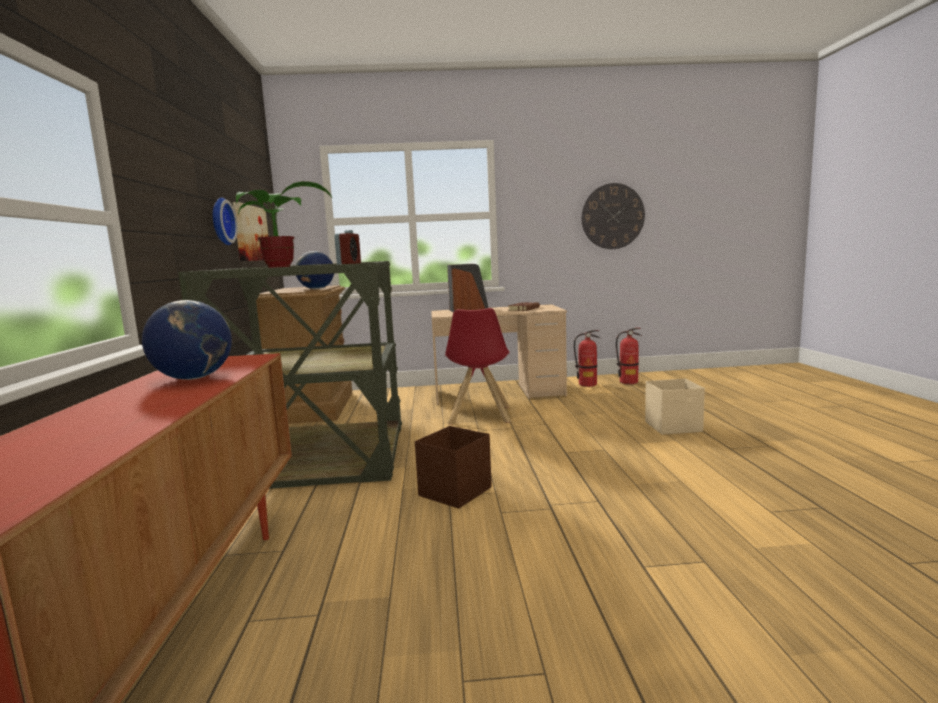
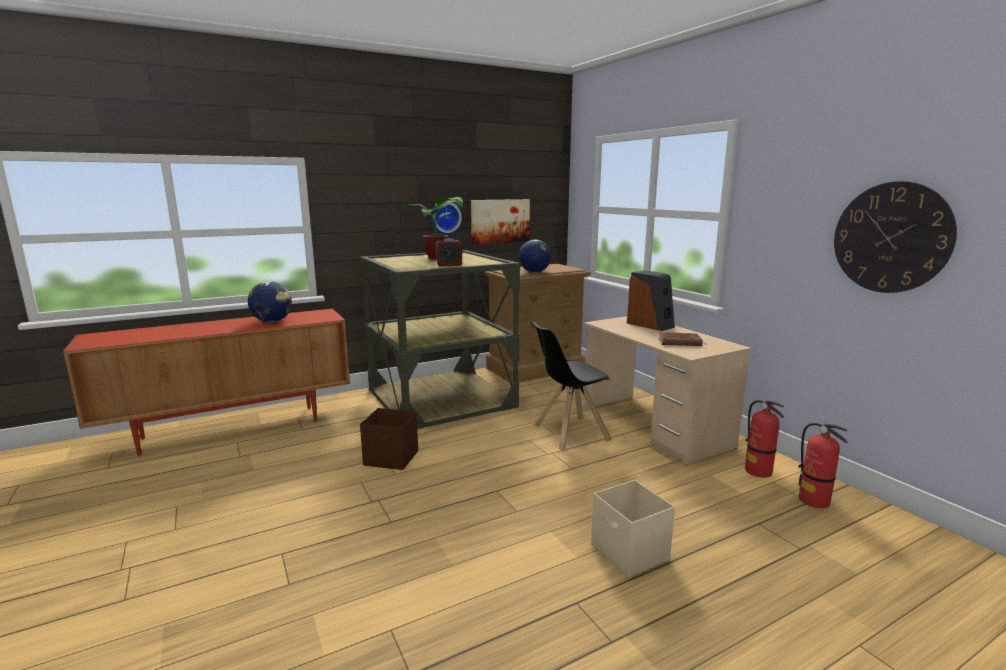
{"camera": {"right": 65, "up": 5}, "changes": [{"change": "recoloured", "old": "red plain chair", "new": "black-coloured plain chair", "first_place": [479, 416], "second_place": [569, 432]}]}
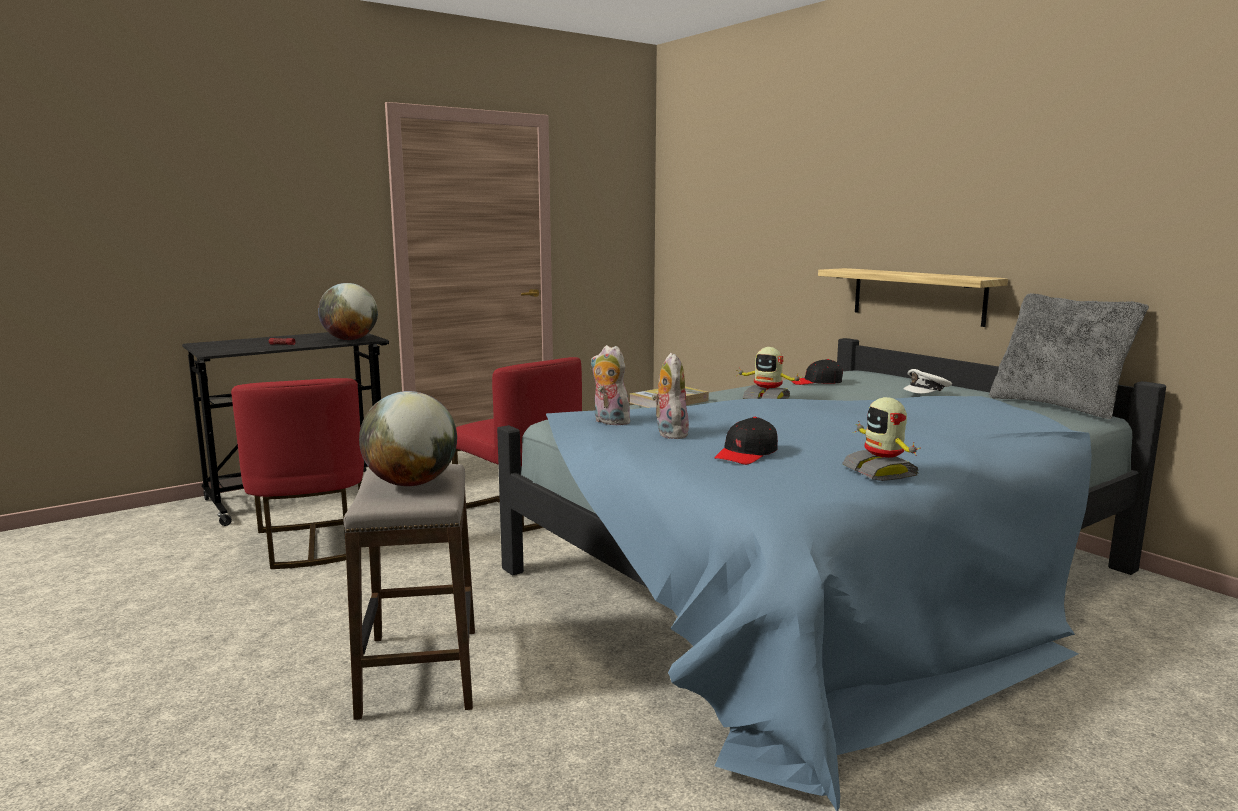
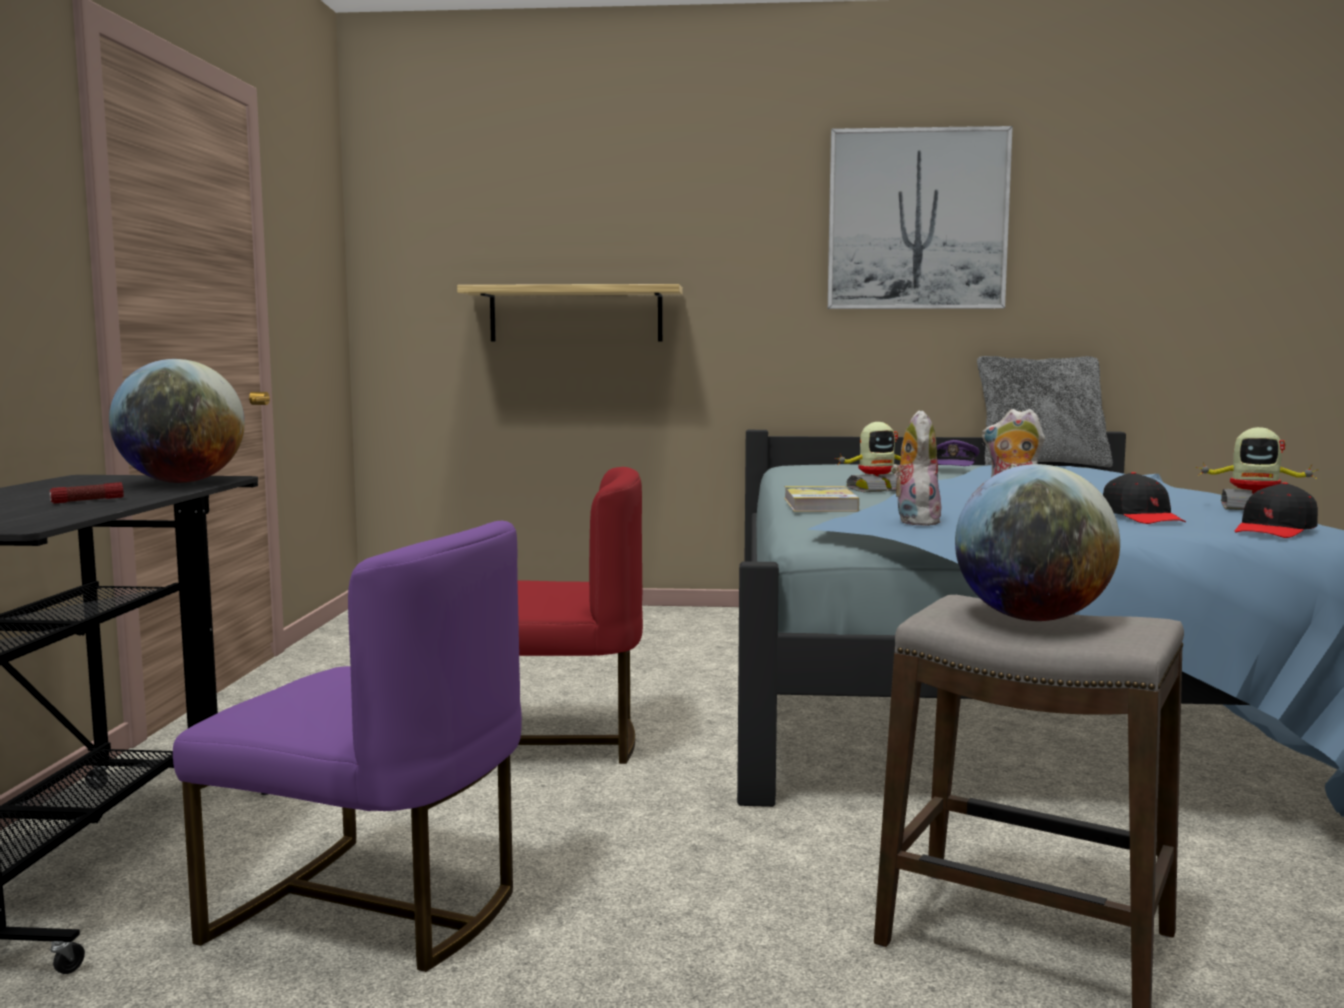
{"camera": {"right": -50, "up": -5}, "changes": [{"change": "moved", "old": "bracket shelf", "first_place": [917, 296], "second_place": [576, 314]}, {"change": "turned", "old": "cuddly toy", "first_place": [609, 422], "second_place": [914, 521], "degrees": 105}, {"change": "moved", "old": "black-coloured peaked cap", "first_place": [816, 382], "second_place": [1275, 530]}, {"change": "recoloured", "old": "whitish peaked cap", "new": "purplish peaked cap", "first_place": [927, 390], "second_place": [955, 463]}, {"change": "recoloured", "old": "red plain chair", "new": "purplish plain chair", "first_place": [311, 544], "second_place": [372, 909]}, {"change": "added", "new": "picture", "second_place": [917, 219]}]}
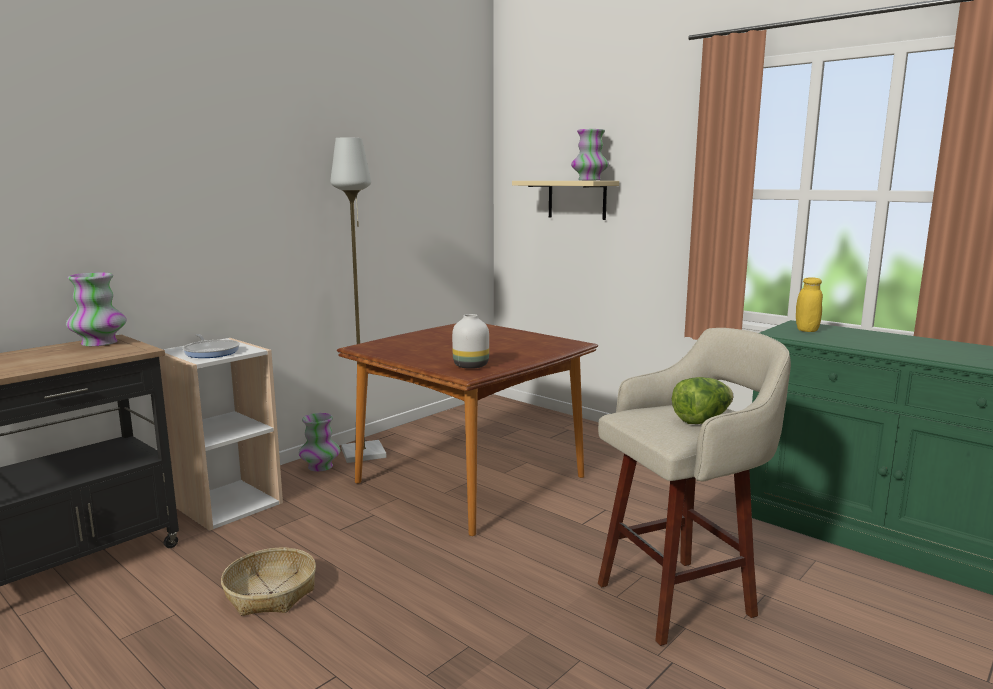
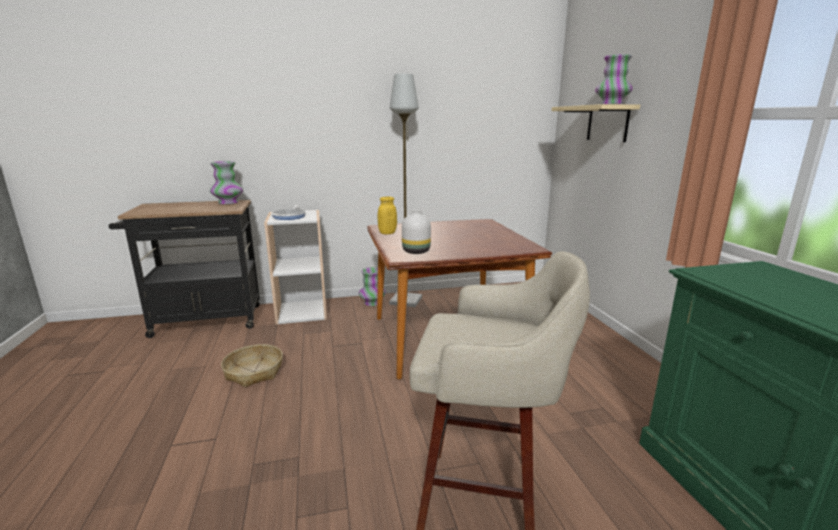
{"camera": {"right": 35, "up": 5}, "changes": [{"change": "moved", "old": "yellow preserve jar", "first_place": [806, 330], "second_place": [387, 233]}, {"change": "removed", "old": "lettuce head", "first_place": [702, 420]}]}
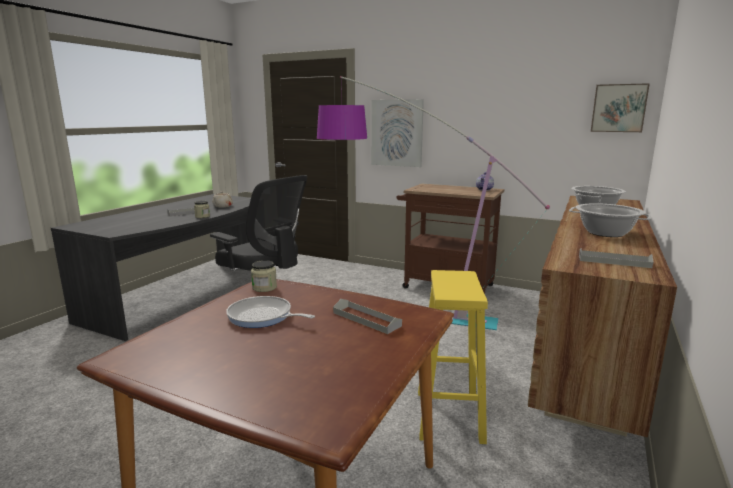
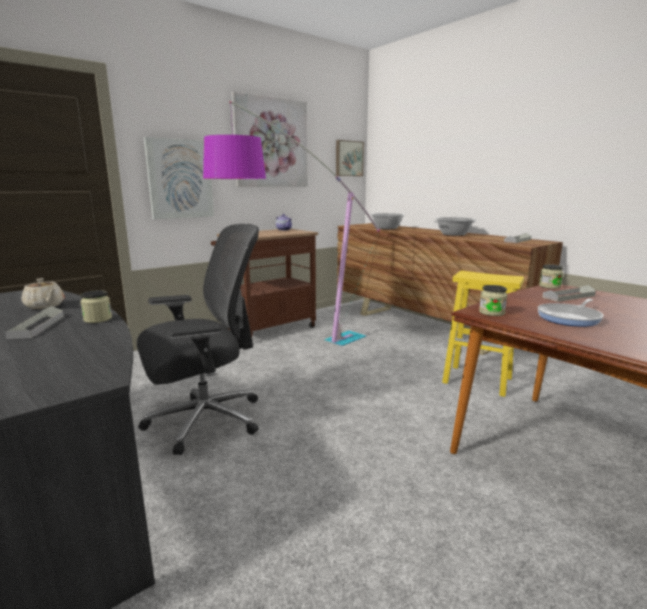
{"camera": {"right": -65, "up": 0}, "changes": [{"change": "added", "new": "picture", "second_place": [271, 143]}, {"change": "added", "new": "preserve jar", "second_place": [549, 286]}]}
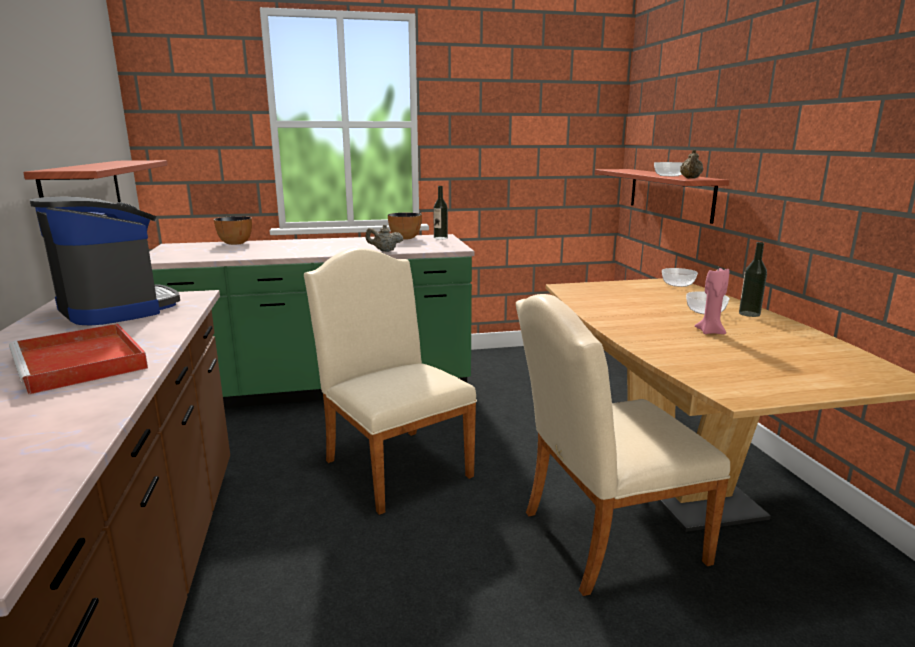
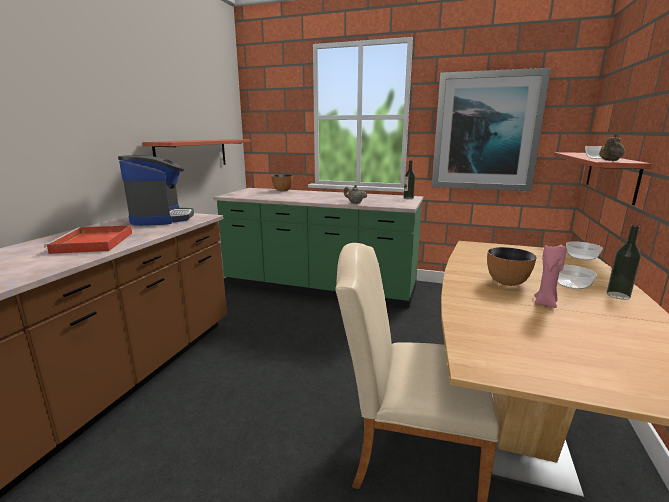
{"camera": {"right": 30, "up": 0}, "changes": [{"change": "moved", "old": "deep dish", "first_place": [405, 238], "second_place": [507, 282]}, {"change": "removed", "old": "beige-coloured plain chair", "first_place": [393, 463]}, {"change": "added", "new": "picture", "second_place": [485, 132]}]}
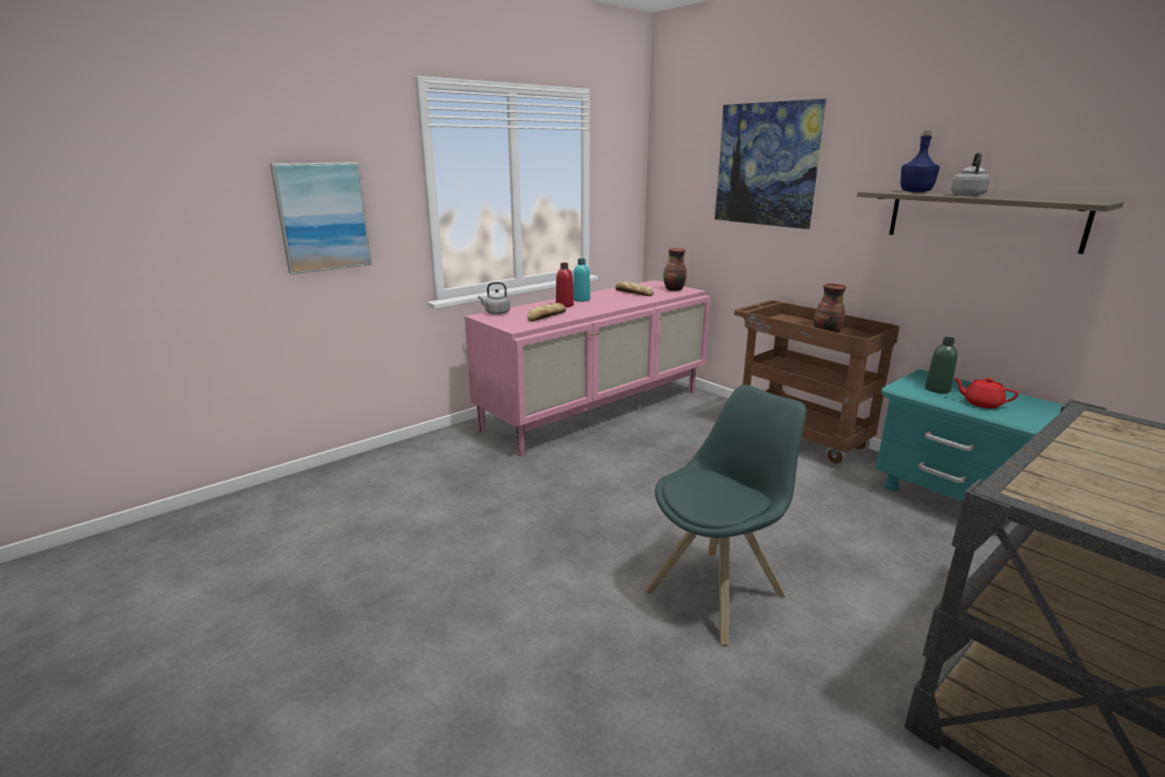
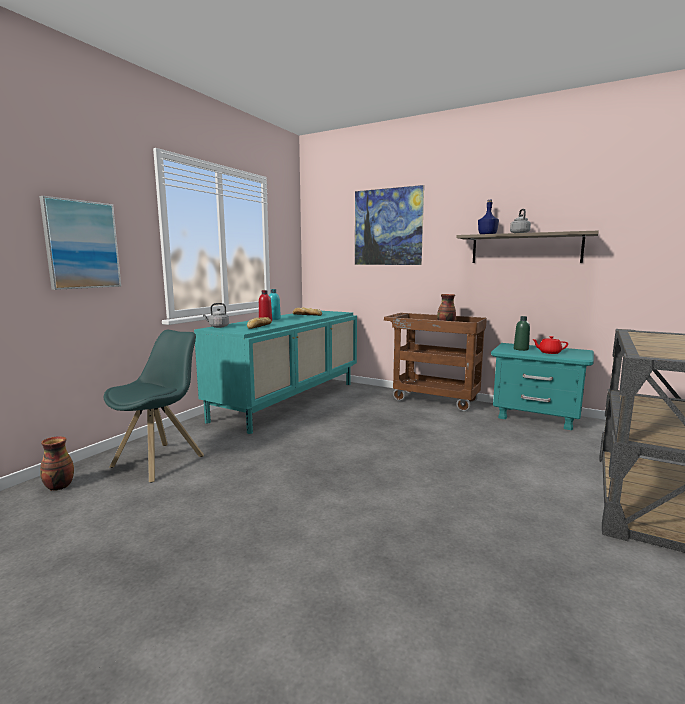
{"camera": {"right": -20, "up": -10}, "changes": [{"change": "moved", "old": "flower vase", "first_place": [673, 289], "second_place": [58, 486]}, {"change": "recoloured", "old": "pink cupboard", "new": "turquoise cupboard", "first_place": [596, 410], "second_place": [289, 401]}, {"change": "moved", "old": "turquoise plain chair", "first_place": [717, 593], "second_place": [159, 461]}]}
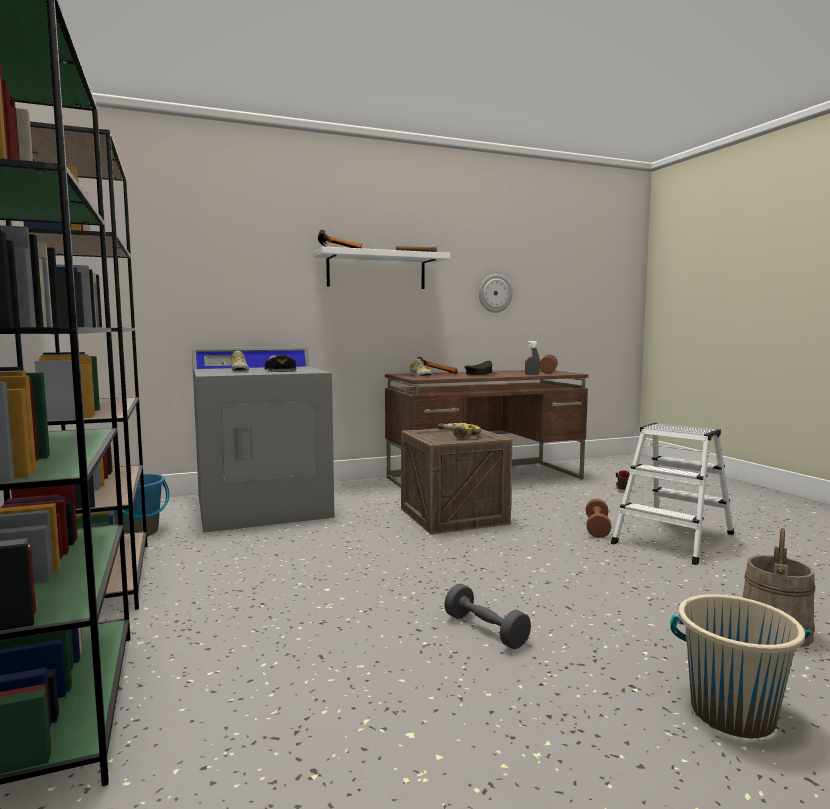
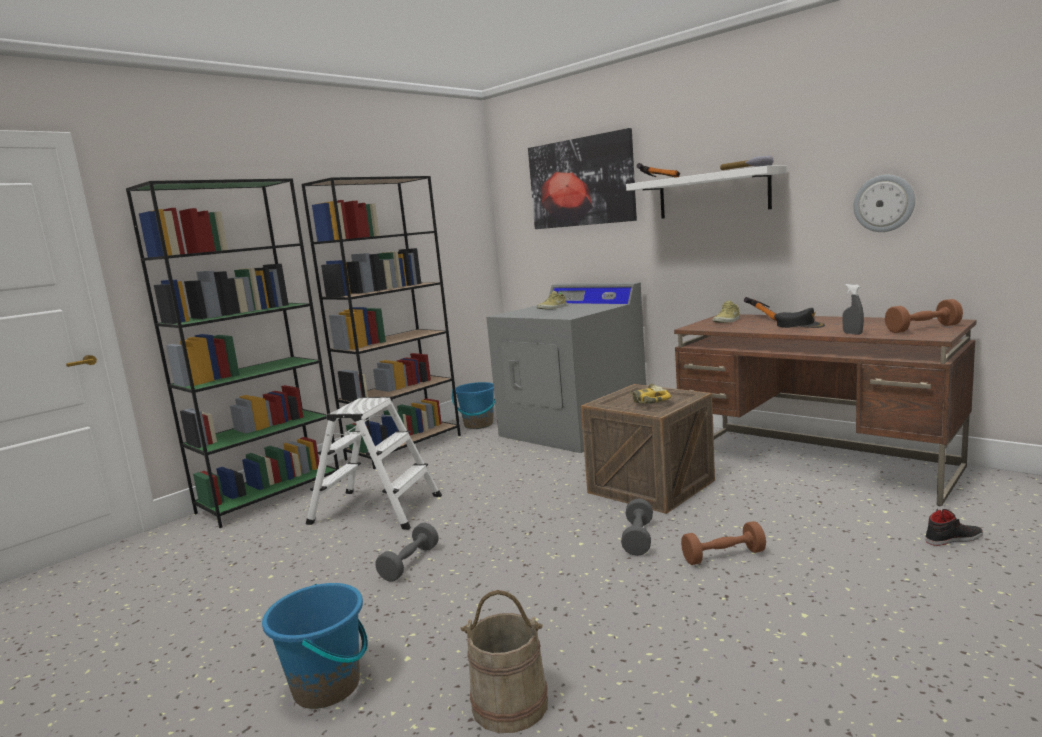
{"camera": {"right": 65, "up": 5}, "changes": [{"change": "removed", "old": "black-coloured peaked cap", "first_place": [281, 370]}, {"change": "moved", "old": "whitish step stool", "first_place": [674, 538], "second_place": [375, 509]}, {"change": "recoloured", "old": "beige-coloured bucket", "new": "bluish bucket", "first_place": [732, 714], "second_place": [327, 686]}, {"change": "added", "new": "picture", "second_place": [581, 182]}, {"change": "added", "new": "grey free weight", "second_place": [638, 538]}]}
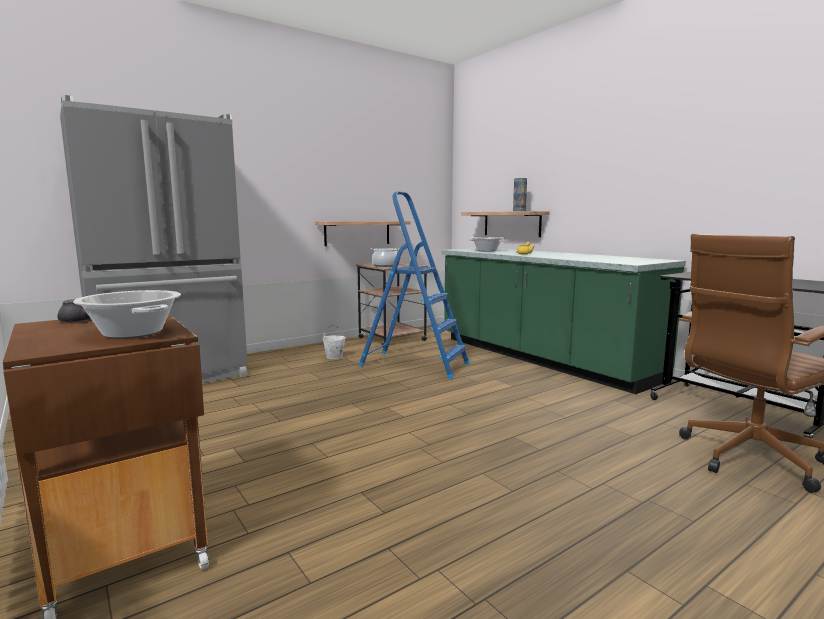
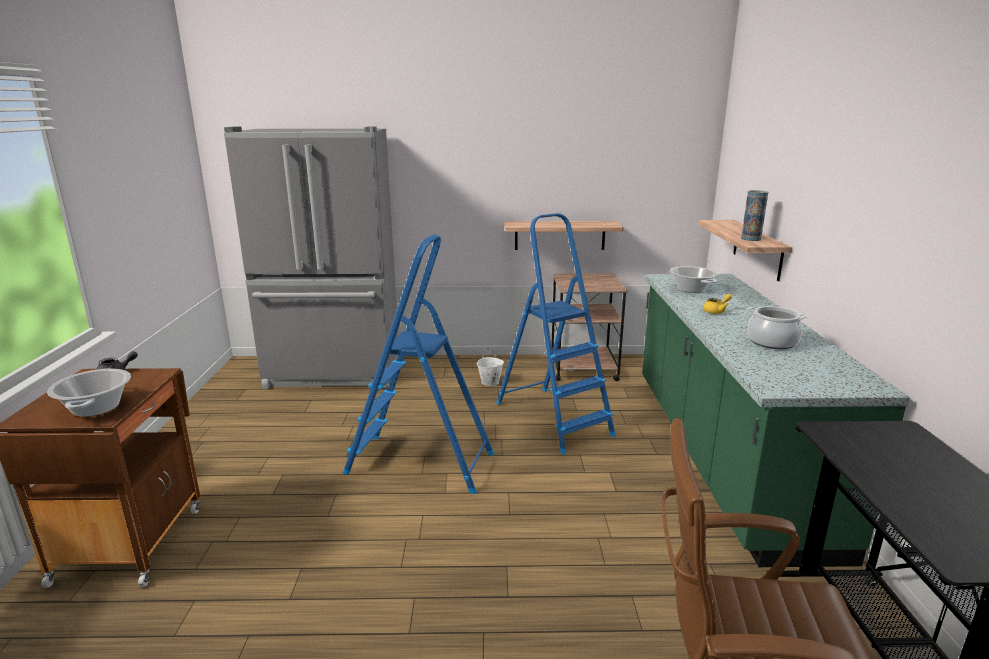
{"camera": {"right": 35, "up": 10}, "changes": [{"change": "moved", "old": "cooking pot", "first_place": [385, 265], "second_place": [772, 342]}, {"change": "added", "new": "bluish step stool", "second_place": [419, 463]}]}
